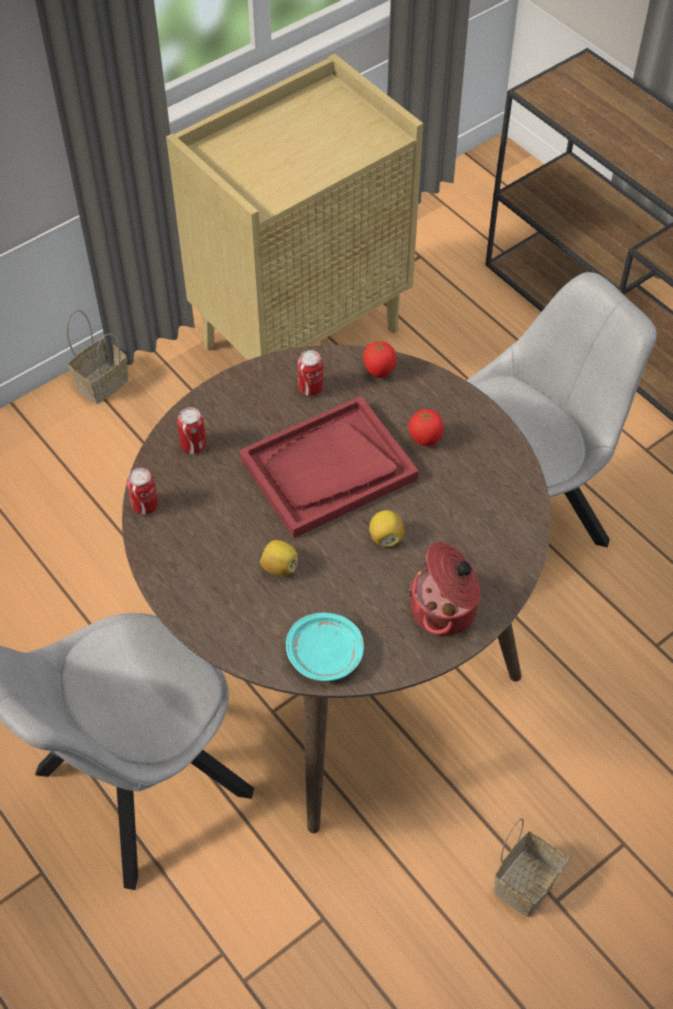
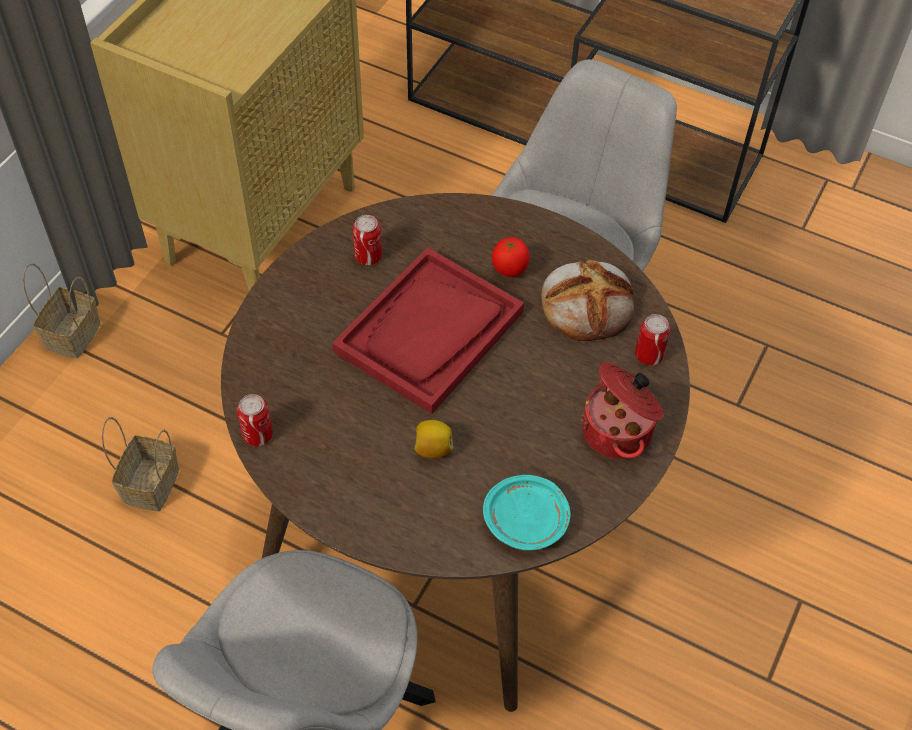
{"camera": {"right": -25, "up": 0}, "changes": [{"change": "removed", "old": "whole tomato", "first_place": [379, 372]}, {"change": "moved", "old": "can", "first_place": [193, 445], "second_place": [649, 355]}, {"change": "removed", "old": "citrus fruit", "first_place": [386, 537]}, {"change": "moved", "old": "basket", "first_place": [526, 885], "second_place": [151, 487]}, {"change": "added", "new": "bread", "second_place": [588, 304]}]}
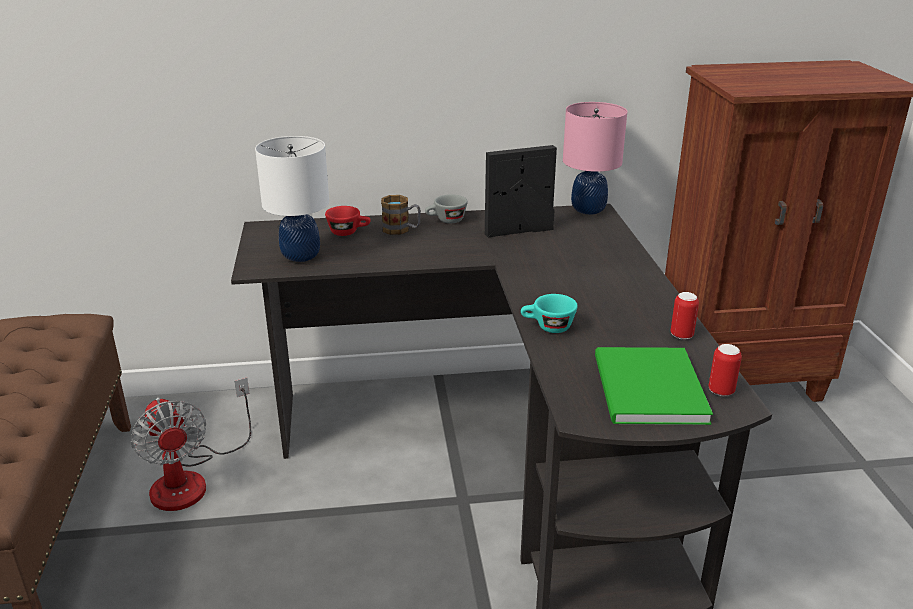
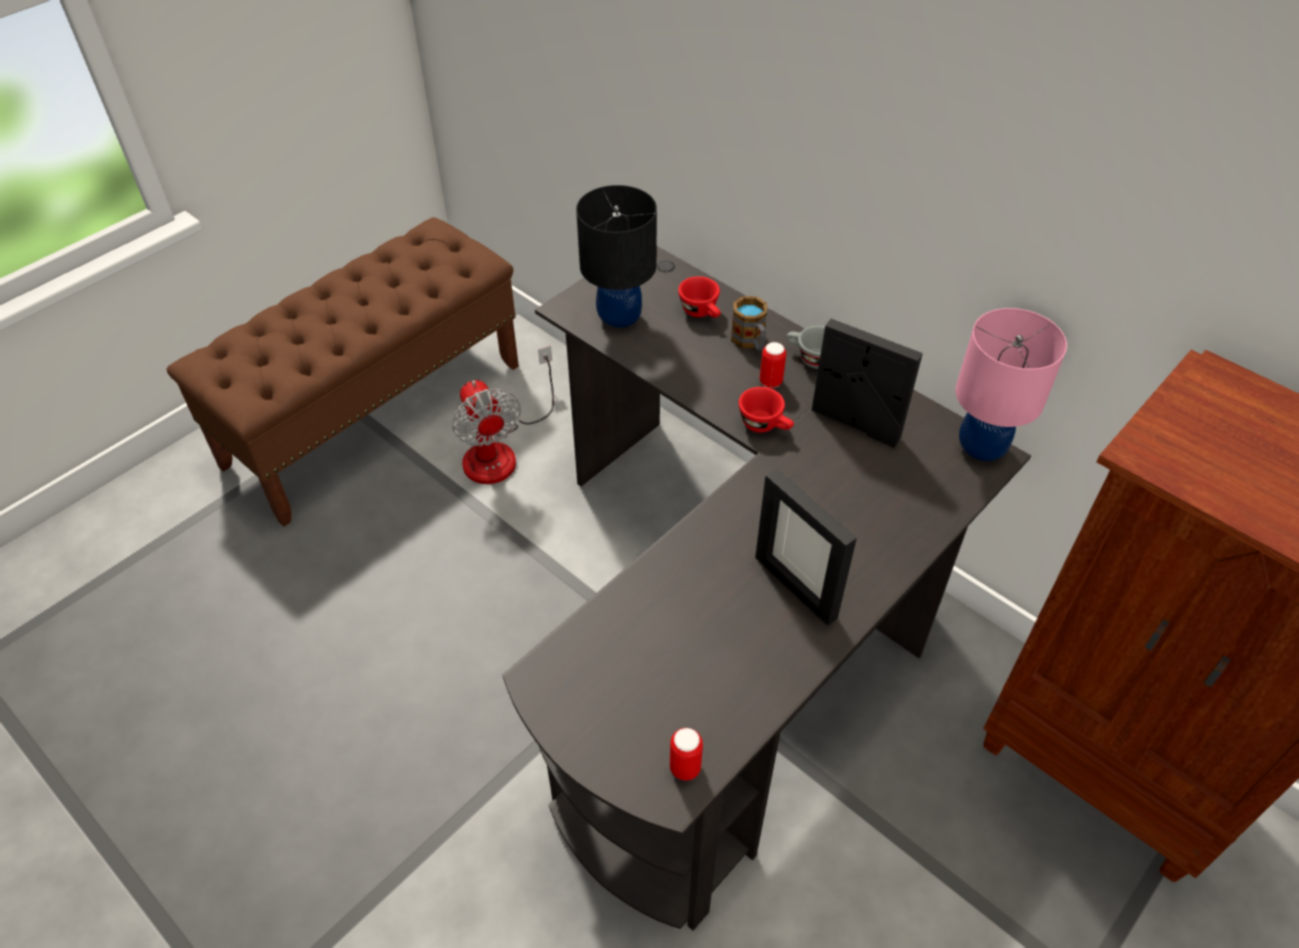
{"camera": {"right": 50, "up": 20}, "changes": [{"change": "recoloured", "old": "whitish table lamp", "new": "black-coloured table lamp", "first_place": [300, 256], "second_place": [620, 317]}, {"change": "moved", "old": "can", "first_place": [681, 335], "second_place": [770, 382]}, {"change": "removed", "old": "turquoise drinking cup", "first_place": [547, 327]}, {"change": "removed", "old": "greenish book", "first_place": [646, 391]}, {"change": "turned", "old": "cooling fan", "first_place": [192, 479], "second_place": [501, 450], "degrees": -45}, {"change": "added", "new": "red drinking cup", "second_place": [765, 425]}, {"change": "added", "new": "standing frame", "second_place": [797, 586]}]}
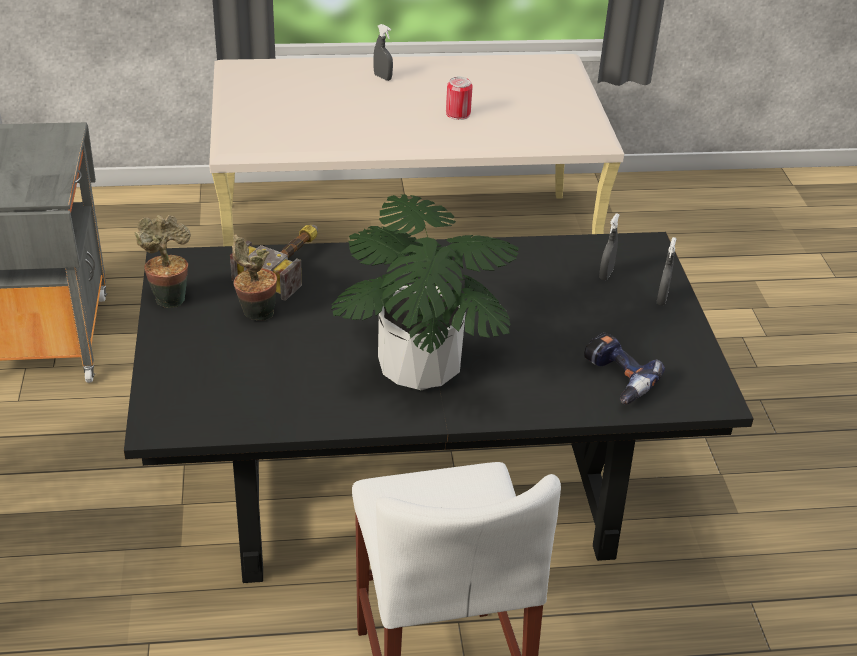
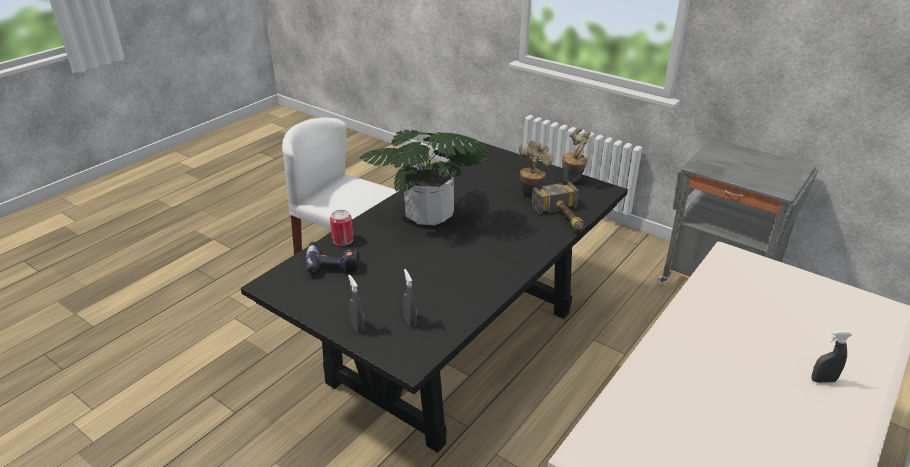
{"camera": {"right": 135, "up": -5}, "changes": [{"change": "moved", "old": "can", "first_place": [458, 114], "second_place": [343, 240]}]}
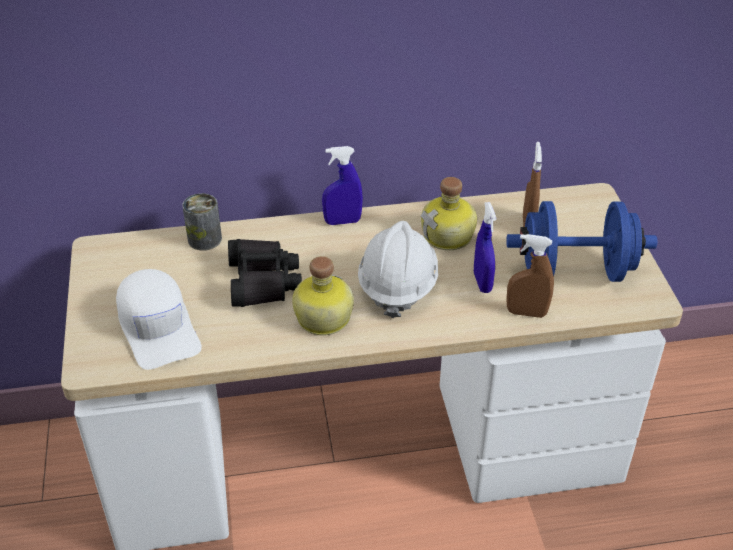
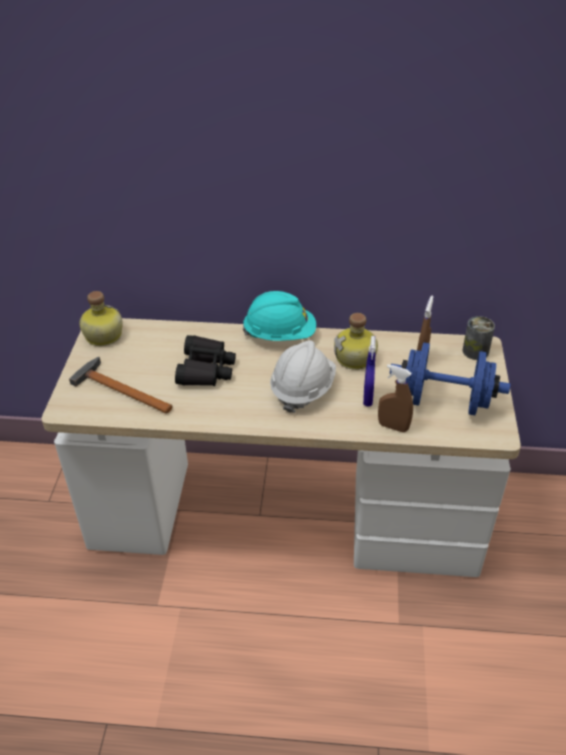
{"camera": {"right": 15, "up": 0}, "changes": [{"change": "replaced", "old": "bluish spray bottle", "new": "turquoise safety helmet", "first_place": [342, 221], "second_place": [280, 335]}, {"change": "moved", "old": "can", "first_place": [204, 239], "second_place": [475, 351]}, {"change": "moved", "old": "bottle", "first_place": [321, 318], "second_place": [102, 336]}, {"change": "replaced", "old": "whitish peaked cap", "new": "tool hammer", "first_place": [158, 326], "second_place": [120, 389]}]}
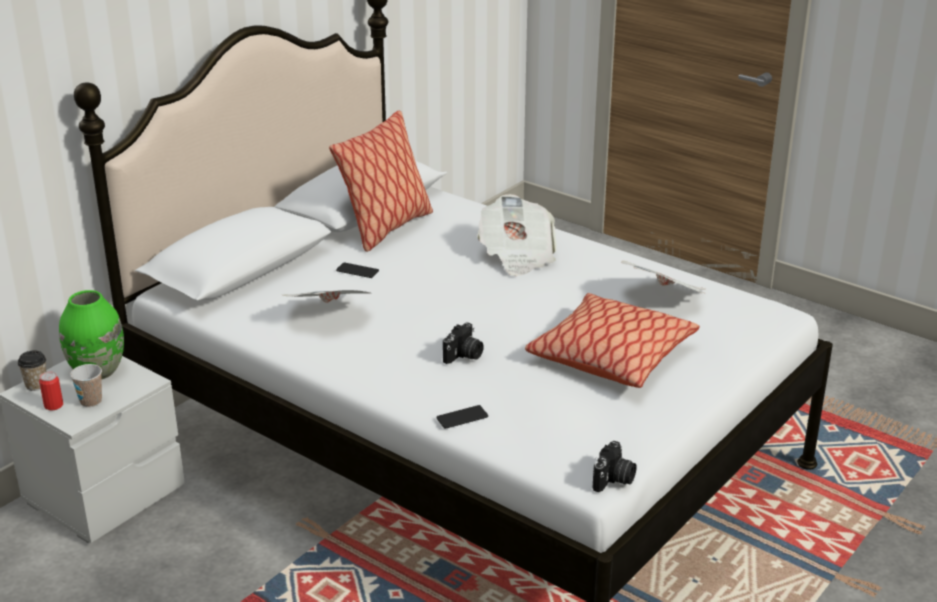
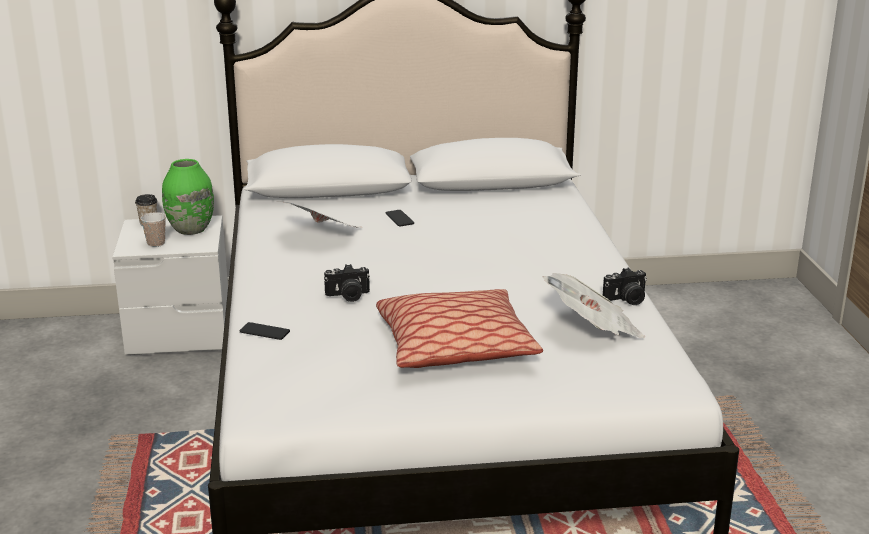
{"camera": {"right": 45, "up": -5}, "changes": [{"change": "removed", "old": "cushion", "first_place": [386, 228]}, {"change": "removed", "old": "printed paper", "first_place": [517, 256]}, {"change": "removed", "old": "can", "first_place": [53, 405]}, {"change": "moved", "old": "photo camera", "first_place": [614, 480], "second_place": [626, 300]}]}
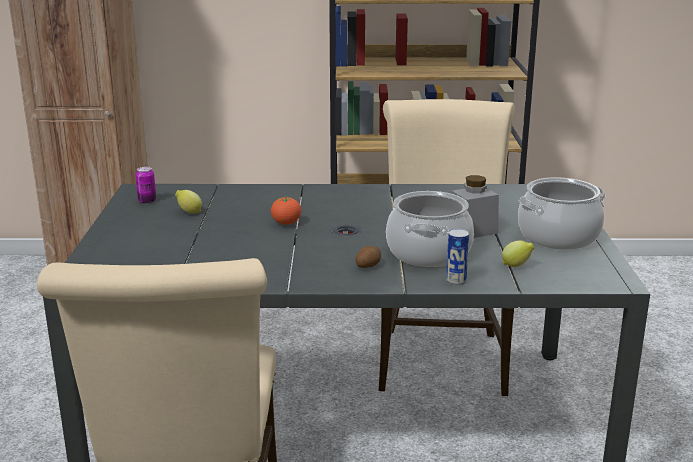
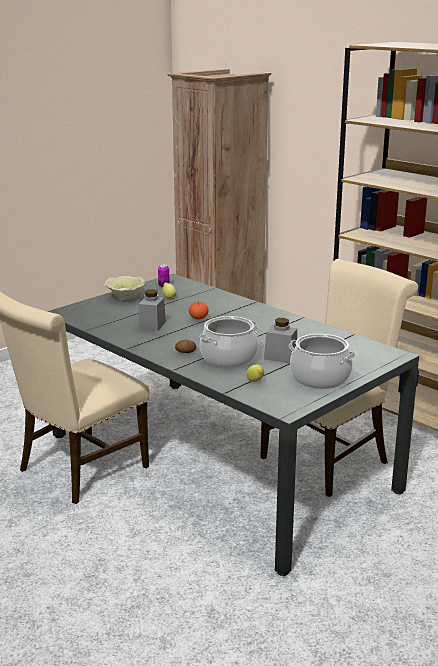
{"camera": {"right": 45, "up": 0}, "changes": [{"change": "removed", "old": "can", "first_place": [456, 281]}, {"change": "added", "new": "beige-coloured deep dish", "second_place": [125, 297]}, {"change": "added", "new": "grey preserve jar", "second_place": [152, 325]}]}
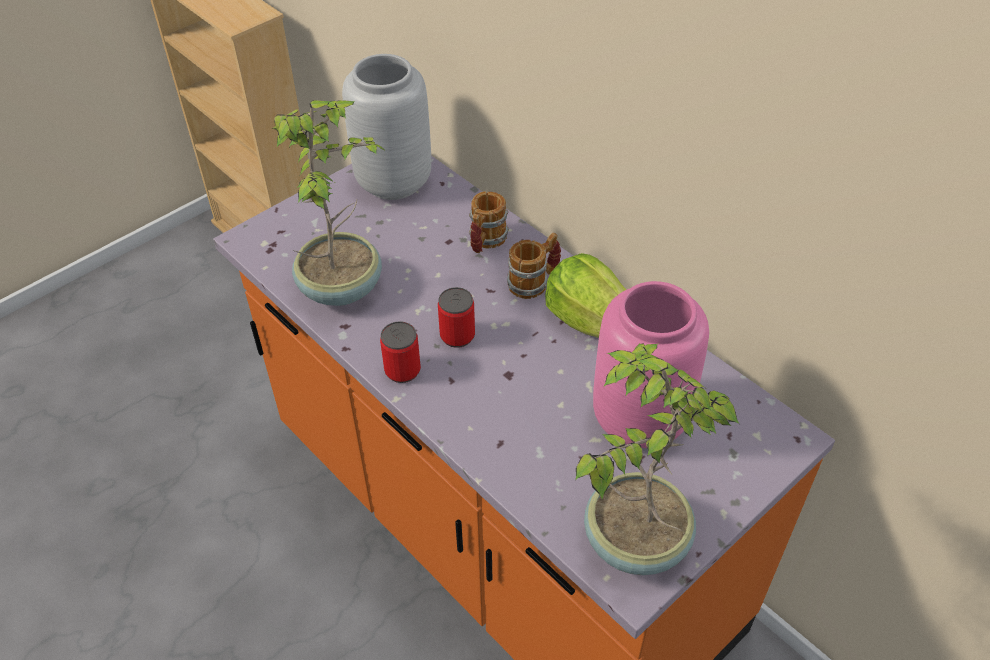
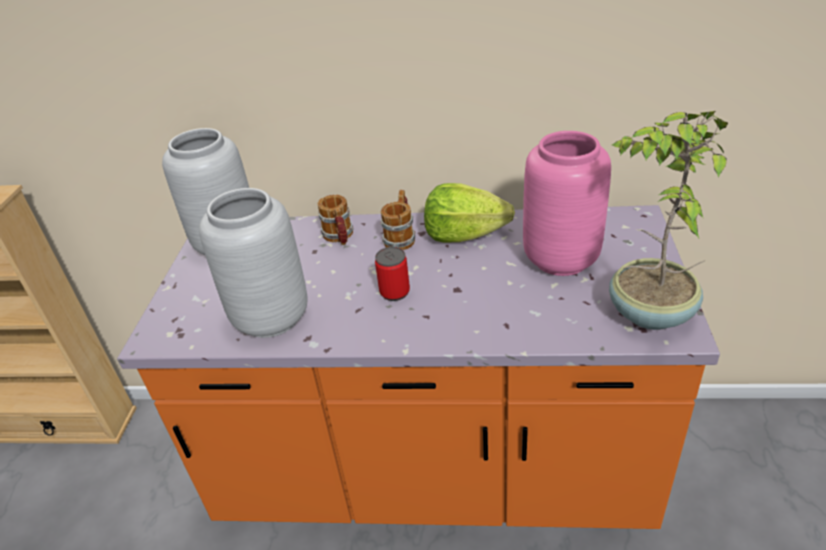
{"camera": {"right": -40, "up": -10}, "changes": [{"change": "replaced", "old": "potted plant", "new": "grey flower vase", "first_place": [342, 286], "second_place": [272, 318]}, {"change": "removed", "old": "can", "first_place": [402, 370]}]}
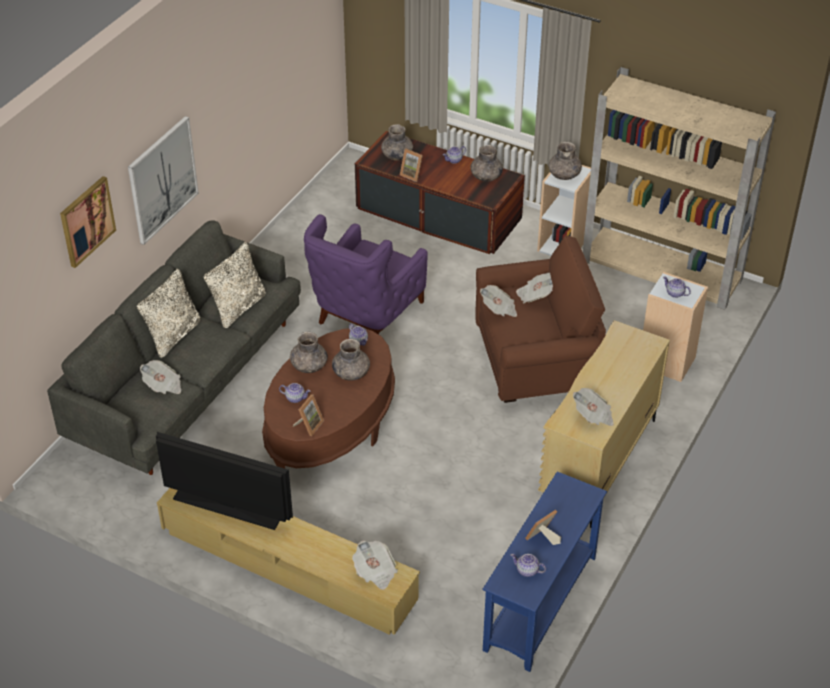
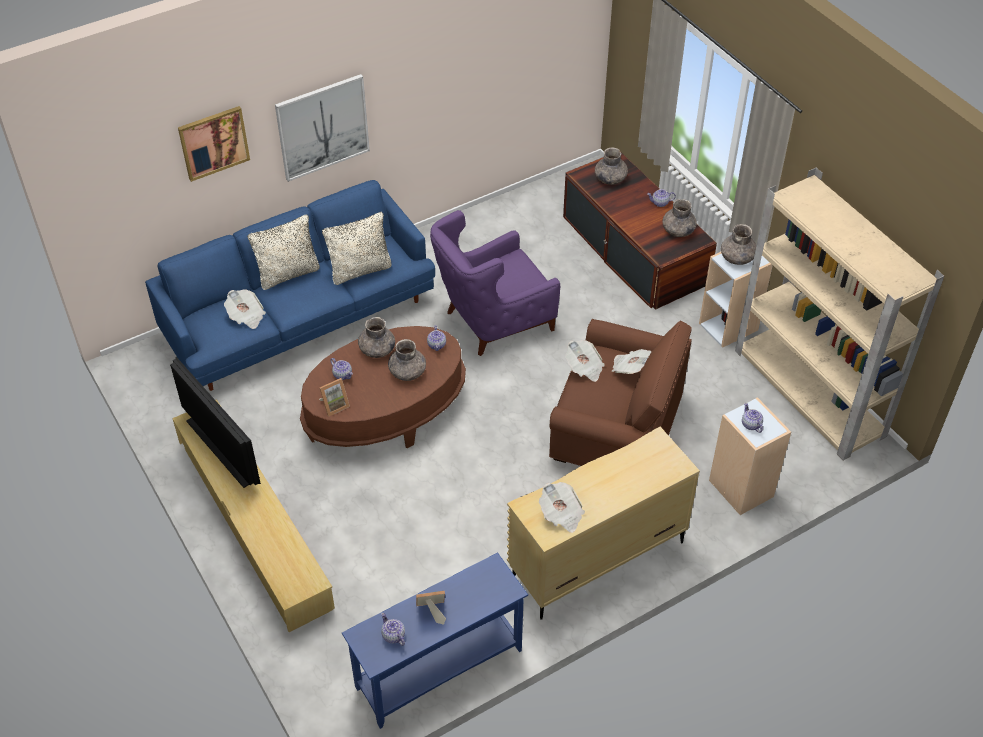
{"camera": {"right": 30, "up": 5}, "changes": [{"change": "removed", "old": "standing frame", "first_place": [412, 174]}, {"change": "recoloured", "old": "grey settee", "new": "bluish settee", "first_place": [187, 381], "second_place": [299, 319]}, {"change": "removed", "old": "printed paper", "first_place": [375, 572]}]}
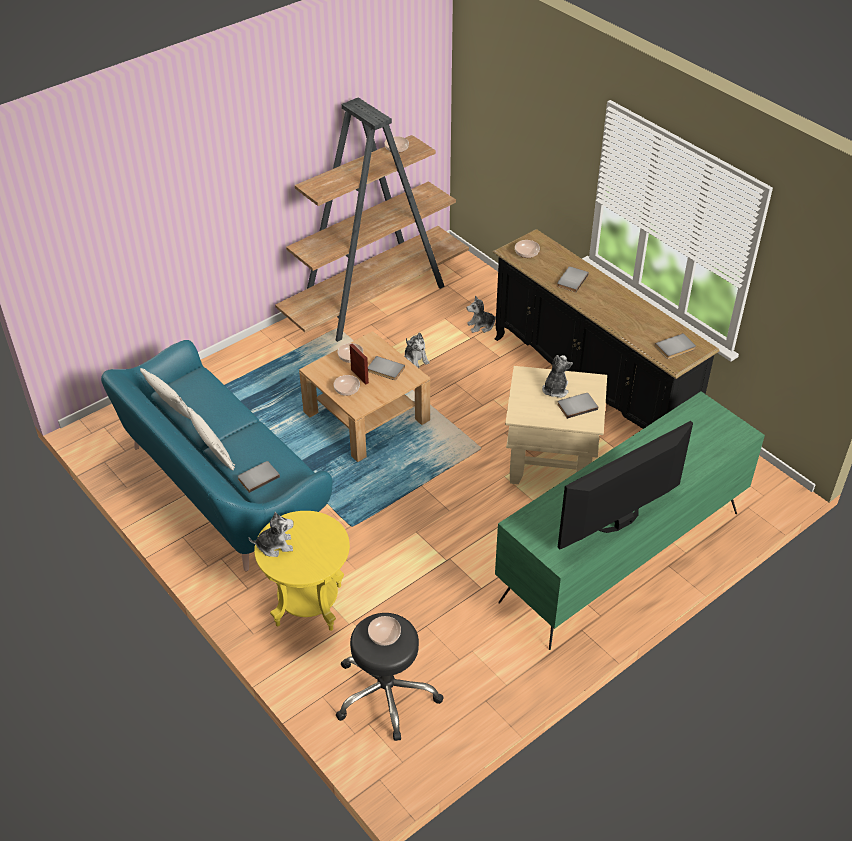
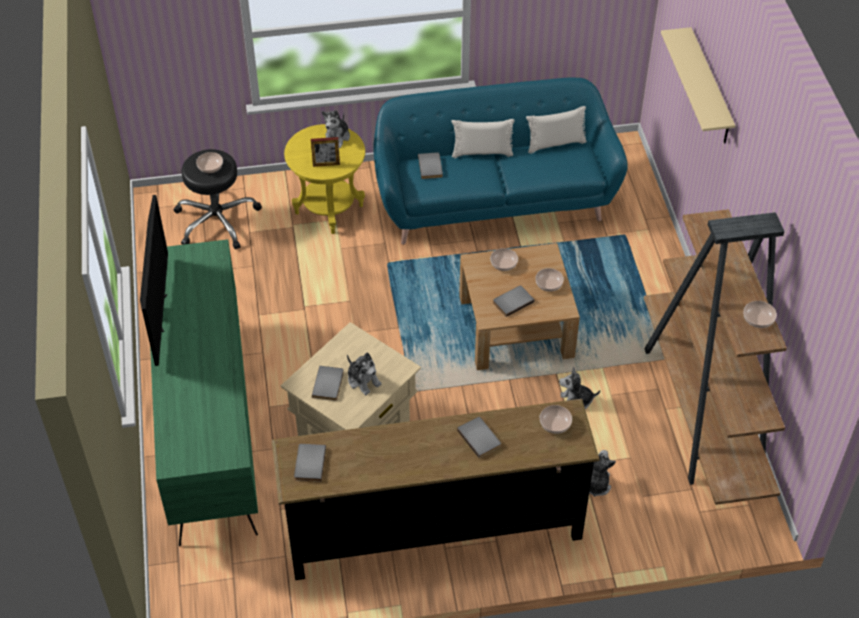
{"camera": {"right": 120, "up": 5}, "changes": [{"change": "moved", "old": "standing frame", "first_place": [359, 376], "second_place": [326, 164]}, {"change": "added", "new": "beige-coloured bracket shelf", "second_place": [710, 88]}]}
